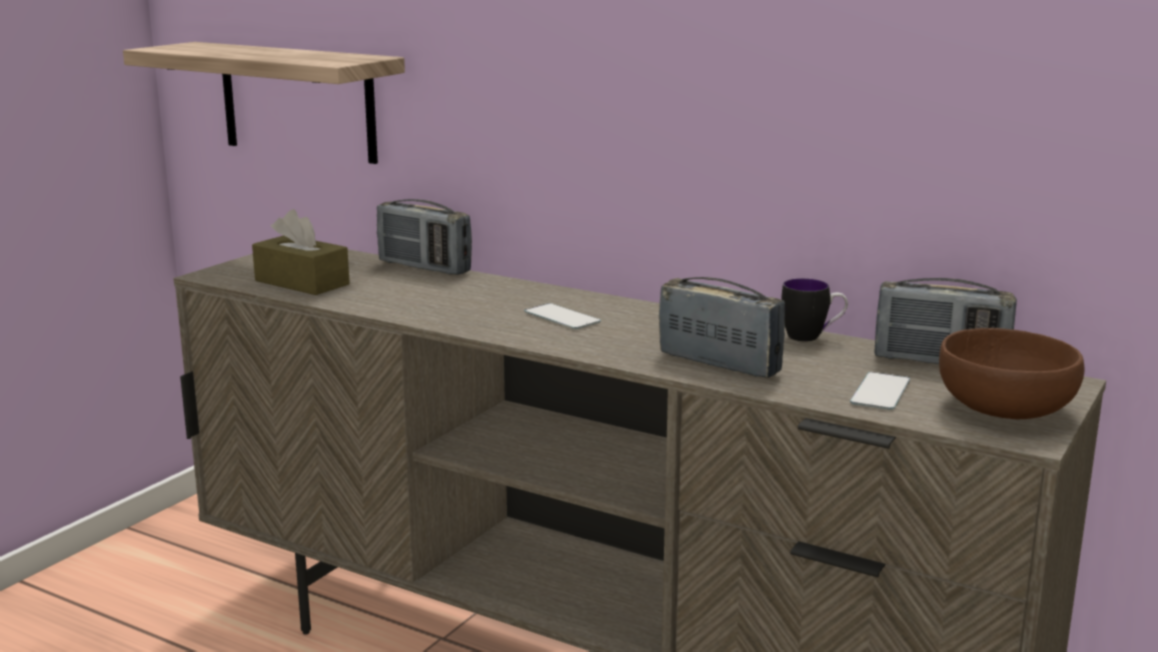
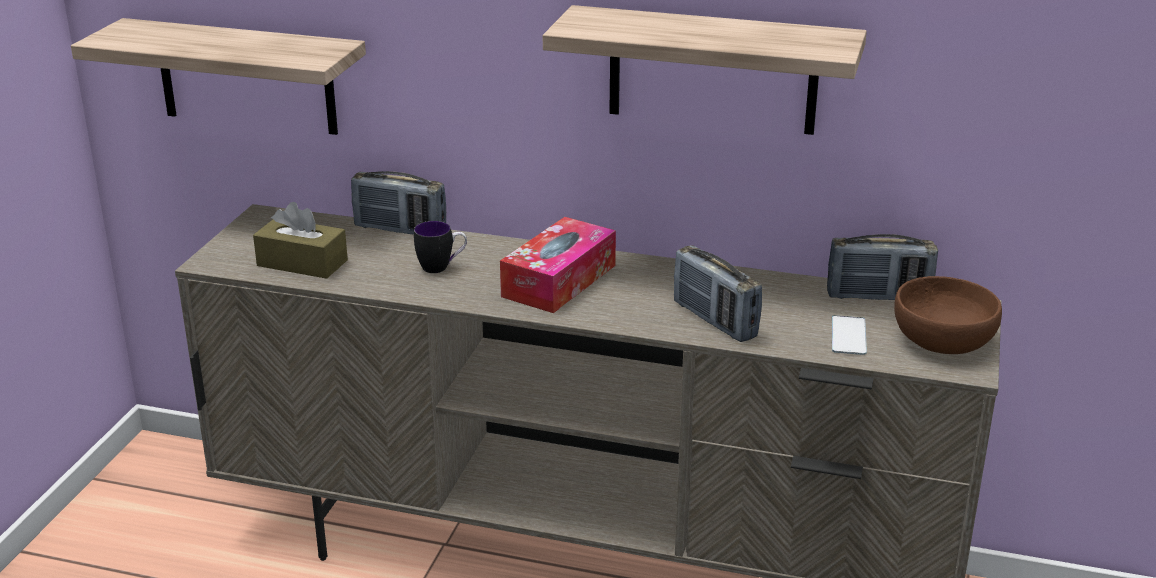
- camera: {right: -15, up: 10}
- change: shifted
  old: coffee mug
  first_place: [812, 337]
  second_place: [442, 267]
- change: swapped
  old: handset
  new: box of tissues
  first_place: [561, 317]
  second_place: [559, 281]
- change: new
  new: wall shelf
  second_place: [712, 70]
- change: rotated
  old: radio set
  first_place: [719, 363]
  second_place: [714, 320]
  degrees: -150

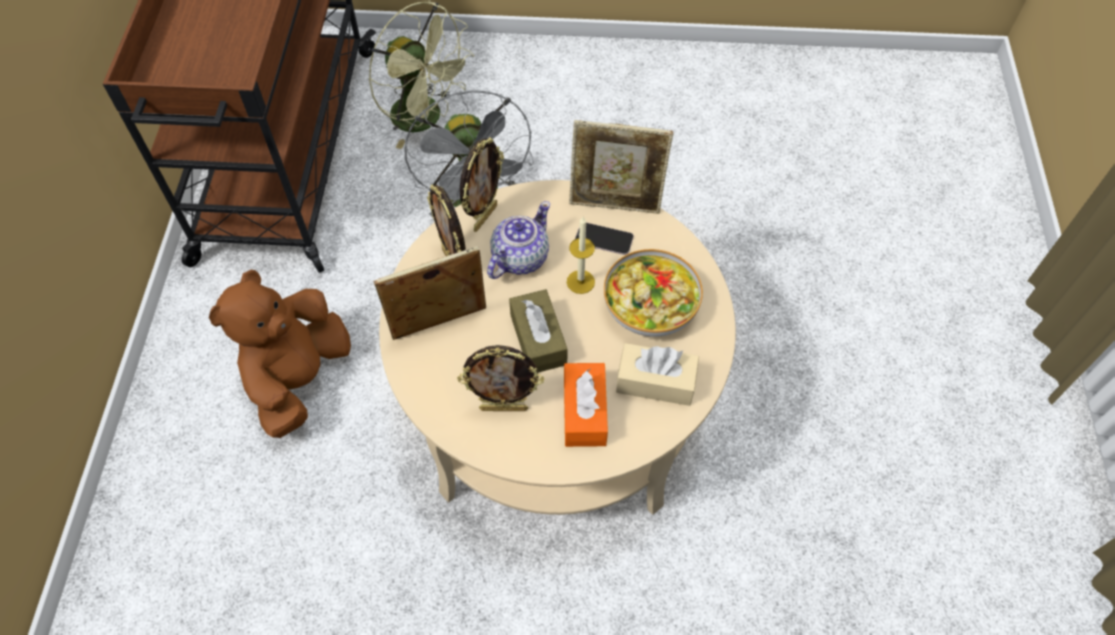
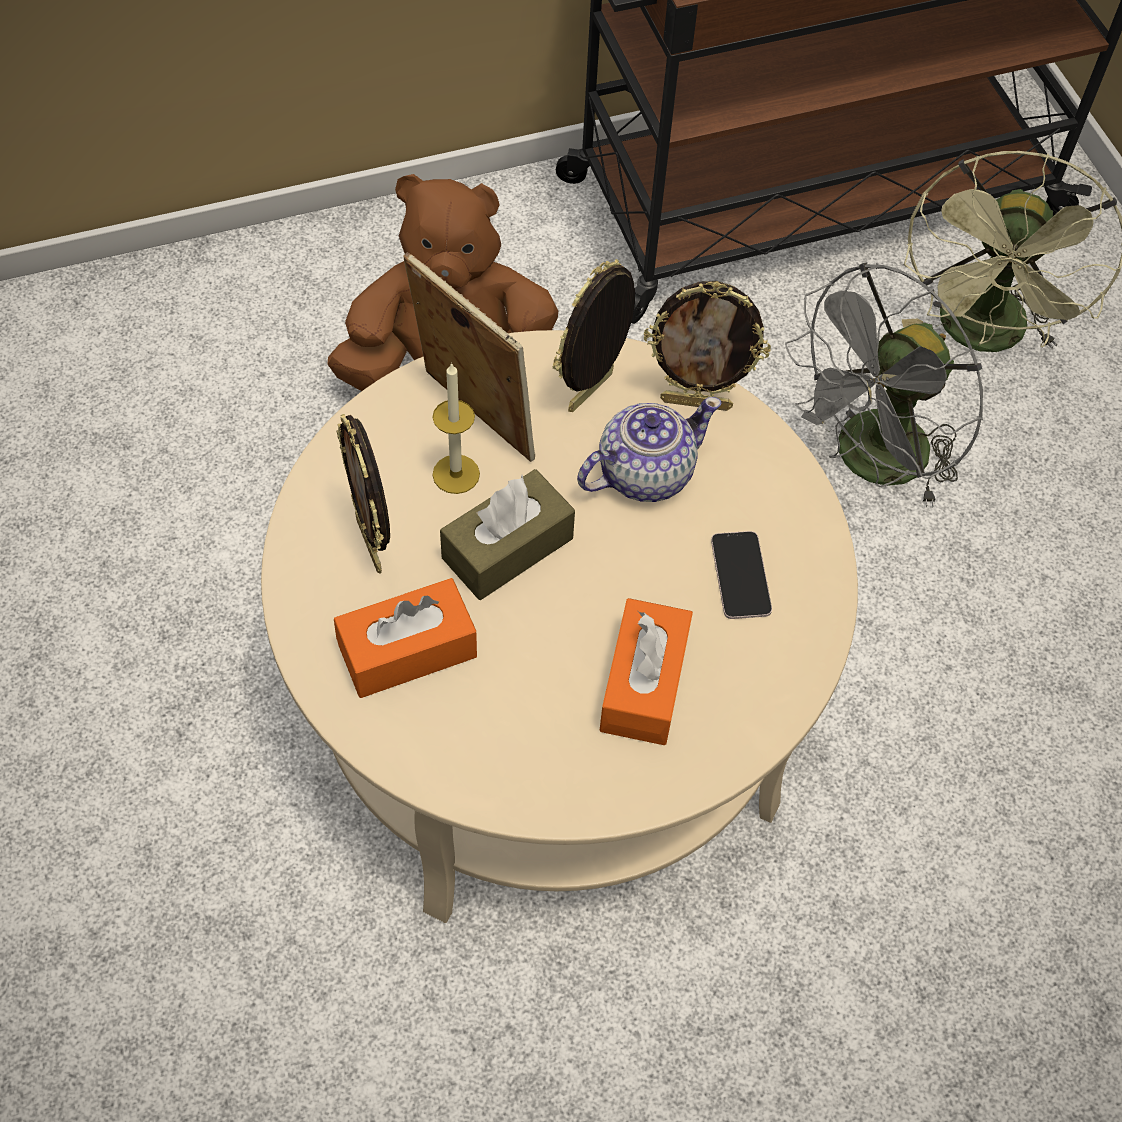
- camera: {right: 65, up: 0}
- change: shifted
  old: wax candle
  first_place: [580, 282]
  second_place: [456, 474]
- change: rotated
  old: tea pot
  first_place: [519, 258]
  second_place: [643, 473]
  degrees: -45
- change: swapped
  old: serving bowl
  new: orange-coloured box of tissues
  first_place: [651, 305]
  second_place: [644, 684]
- change: gone
  old: photo frame
  first_place: [615, 204]
- change: gone
  old: beige-coloured box of tissues
  first_place: [655, 382]

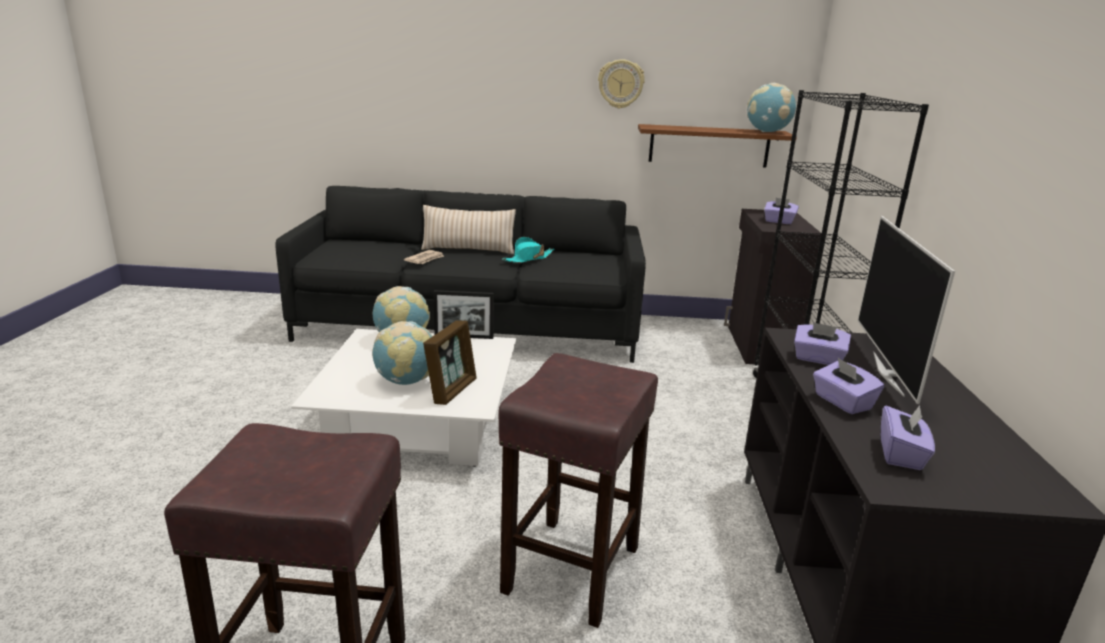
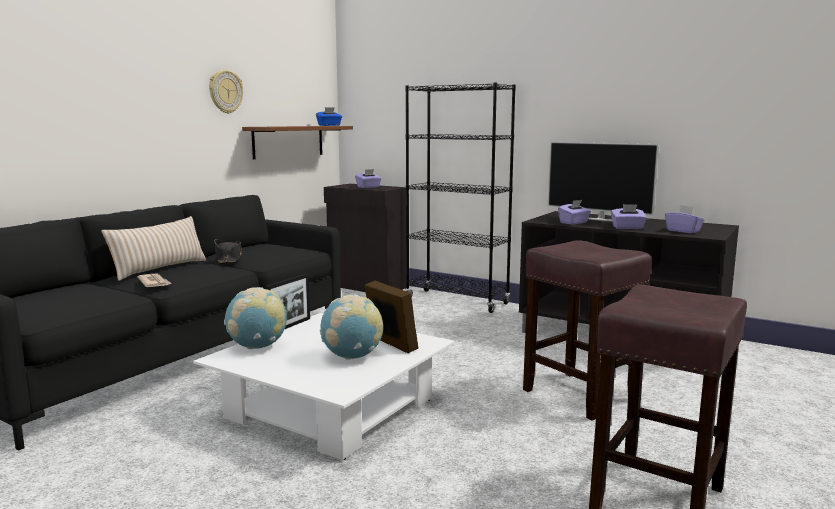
- camera: {right: -60, up: -10}
- change: repainted
  old: blue-green hat
  new: black-coloured hat
  first_place: [528, 259]
  second_place: [228, 259]
- change: swapped
  old: globe
  new: blue-coloured box of tissues
  first_place: [767, 132]
  second_place: [329, 125]

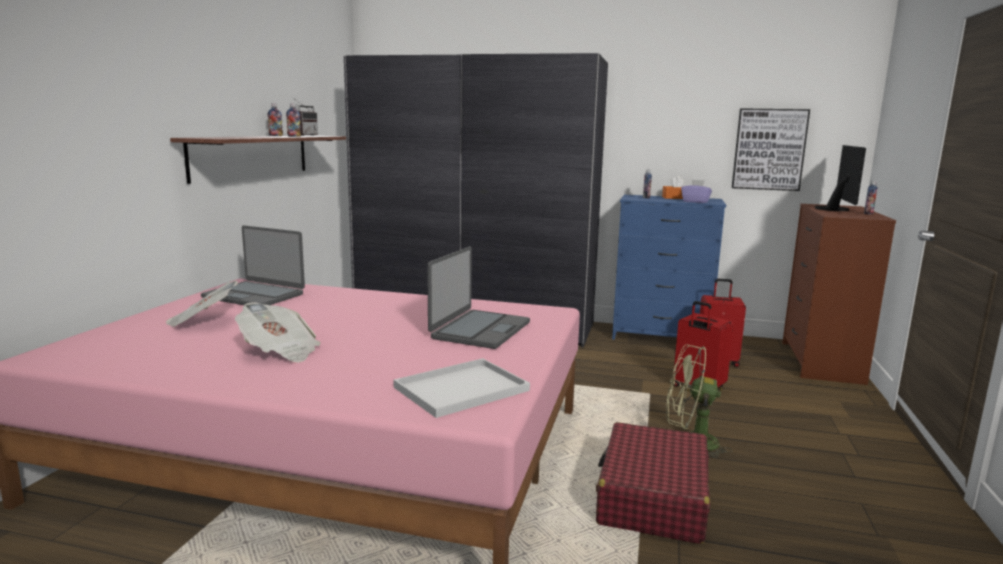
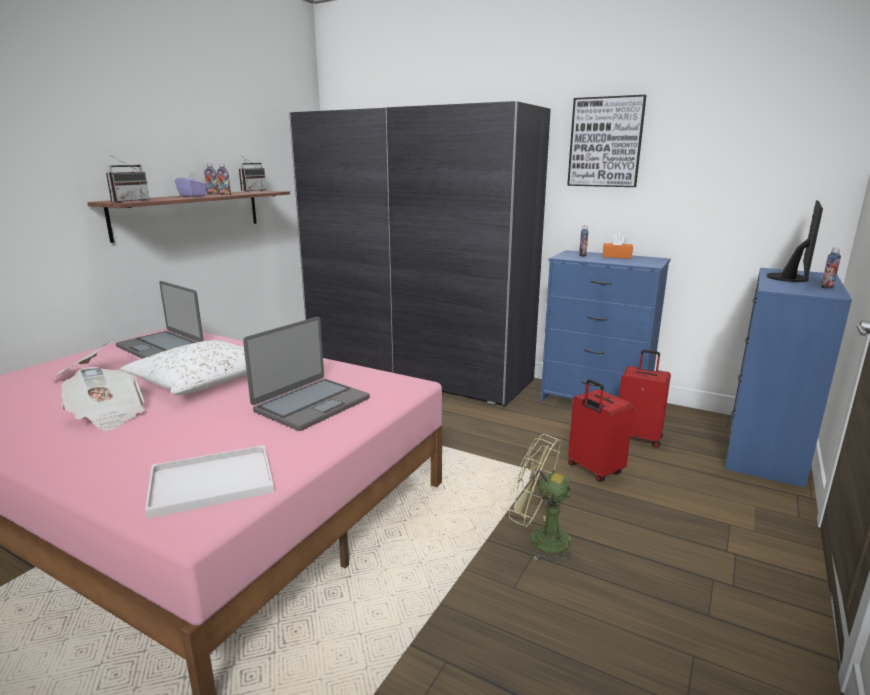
- camera: {right: 15, up: 5}
- change: new
  new: radio set
  second_place: [128, 201]
- change: new
  new: white-coloured pillow
  second_place: [202, 380]
- change: shifted
  old: purple-coloured box of tissues
  first_place: [695, 202]
  second_place: [193, 196]
- change: shifted
  old: wall picture
  first_place: [769, 149]
  second_place: [605, 142]
- change: repainted
  old: brown-coloured drawer chest
  new: blue-coloured drawer chest
  first_place: [820, 362]
  second_place: [763, 450]
- change: gone
  old: red travel case
  first_place: [652, 498]

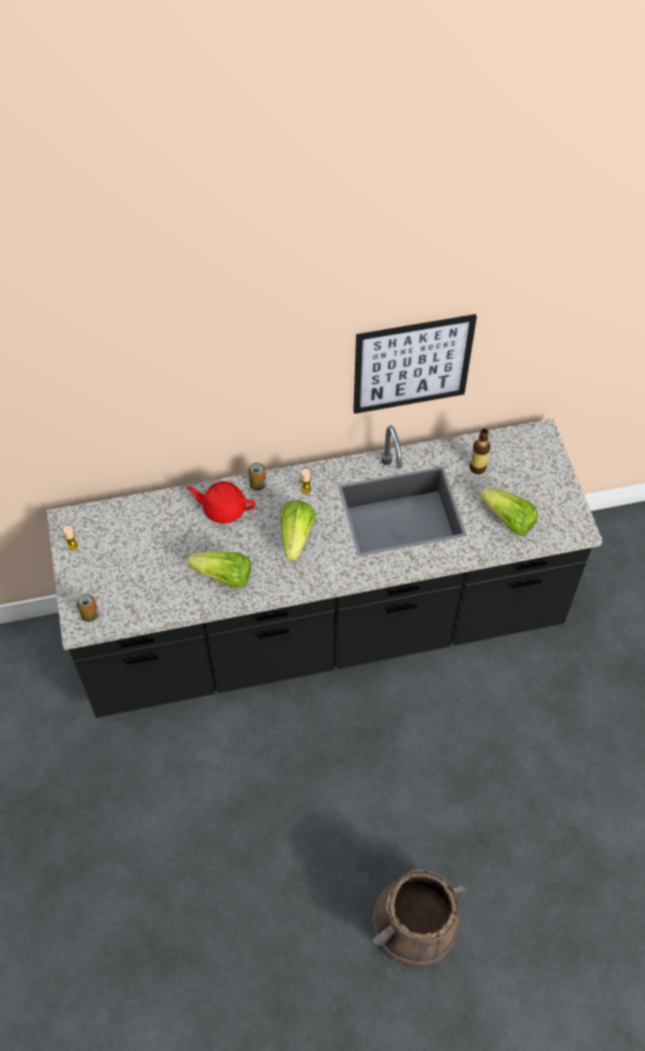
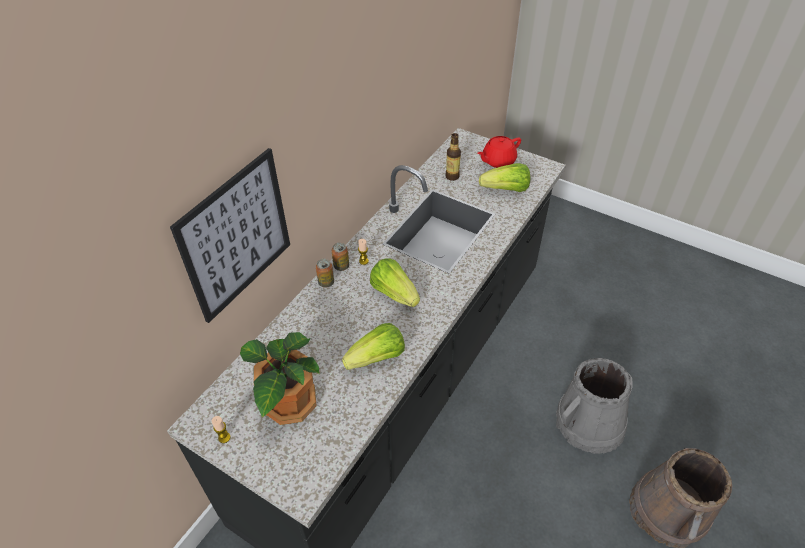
- camera: {right: -45, up: -10}
- change: shifted
  old: wall picture
  first_place: [412, 364]
  second_place: [236, 236]
- change: new
  new: potted plant
  second_place: [288, 405]
- change: shifted
  old: can
  first_place: [90, 615]
  second_place: [341, 266]
- change: shifted
  old: red tea pot
  first_place: [223, 509]
  second_place: [498, 161]
- change: new
  new: gray pail
  second_place: [589, 423]

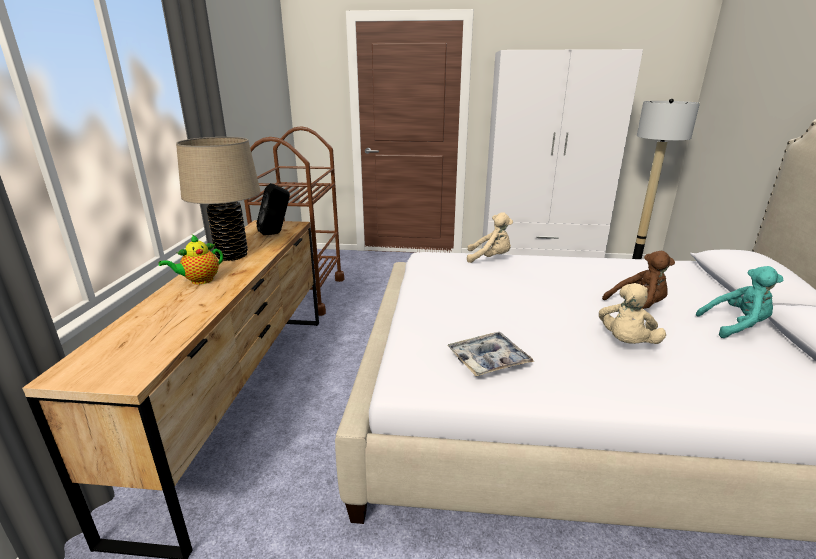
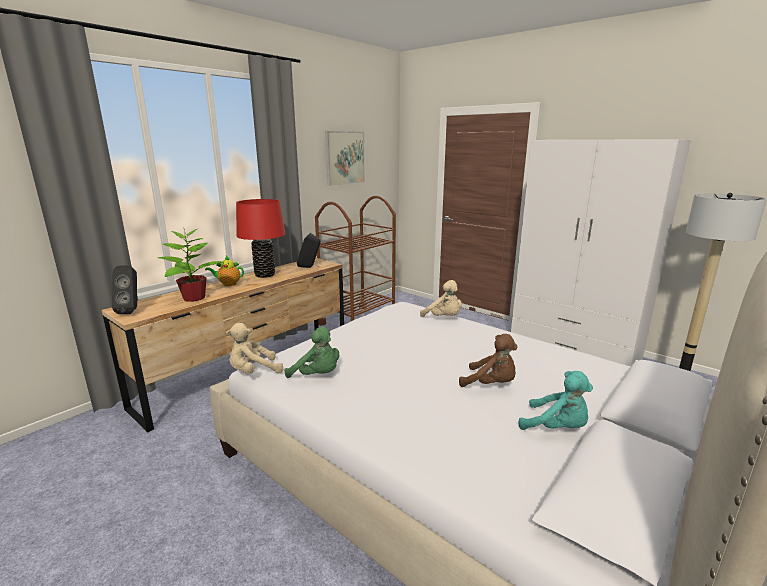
- camera: {right: 35, up: -5}
- change: new
  new: black-coloured loudspeaker
  second_place: [131, 311]
- change: new
  new: potted plant
  second_place: [193, 298]
- change: shifted
  old: beige-coloured soft toy
  first_place: [625, 343]
  second_place: [253, 372]
- change: repainted
  old: beige-coloured table lamp
  new: red table lamp
  first_place: [232, 256]
  second_place: [265, 275]
- change: swapped
  old: tray
  new: green soft toy
  first_place: [488, 360]
  second_place: [317, 375]
- change: new
  new: wall picture
  second_place: [345, 158]

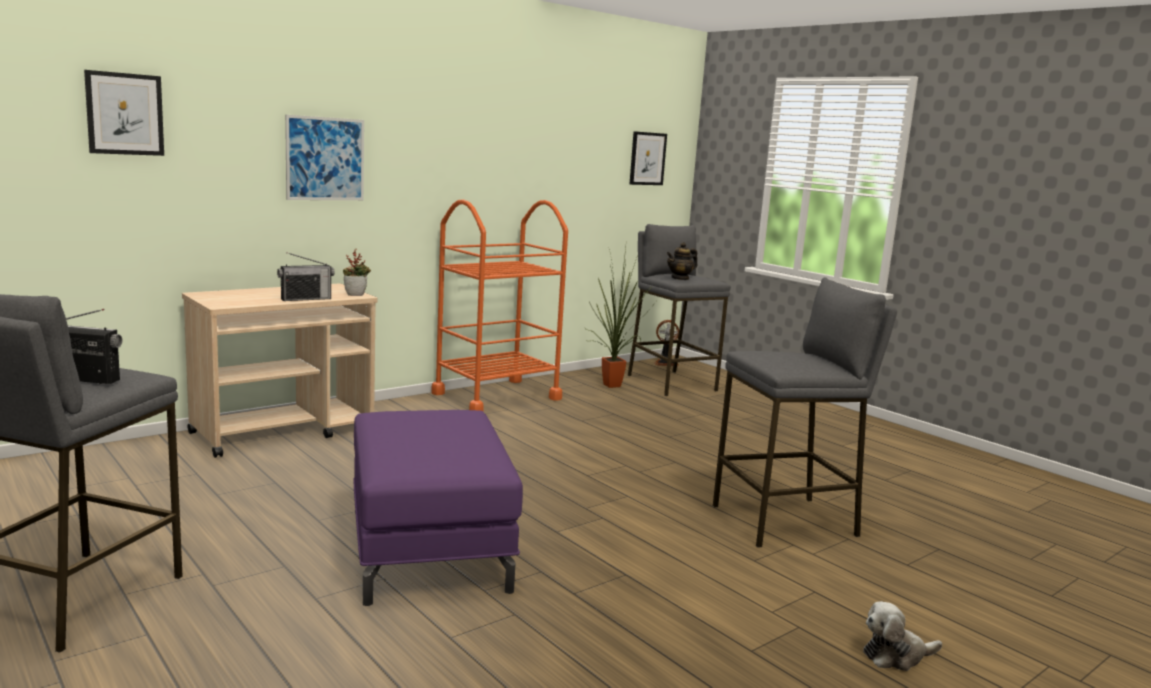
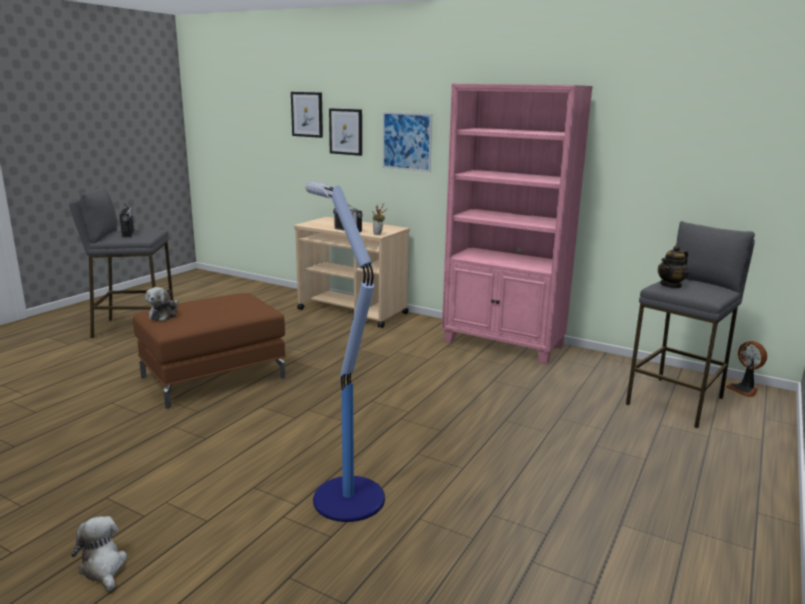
- camera: {right: 70, up: 5}
- change: repainted
  old: purple-coloured ottoman
  new: brown-coloured ottoman
  first_place: [427, 549]
  second_place: [214, 377]
- change: new
  new: soft toy
  second_place: [164, 315]
- change: swapped
  old: gray stool seat
  new: floor lamp
  first_place: [785, 521]
  second_place: [347, 497]
- change: shifted
  old: wall picture
  first_place: [647, 158]
  second_place: [346, 131]
- change: swapped
  old: orange-coloured wheeled cart
  new: pinkish bookcase
  first_place: [496, 396]
  second_place: [503, 344]
- change: rotated
  old: tea pot
  first_place: [680, 278]
  second_place: [671, 285]
  degrees: -75
- change: gone
  old: potted plant
  first_place: [615, 385]

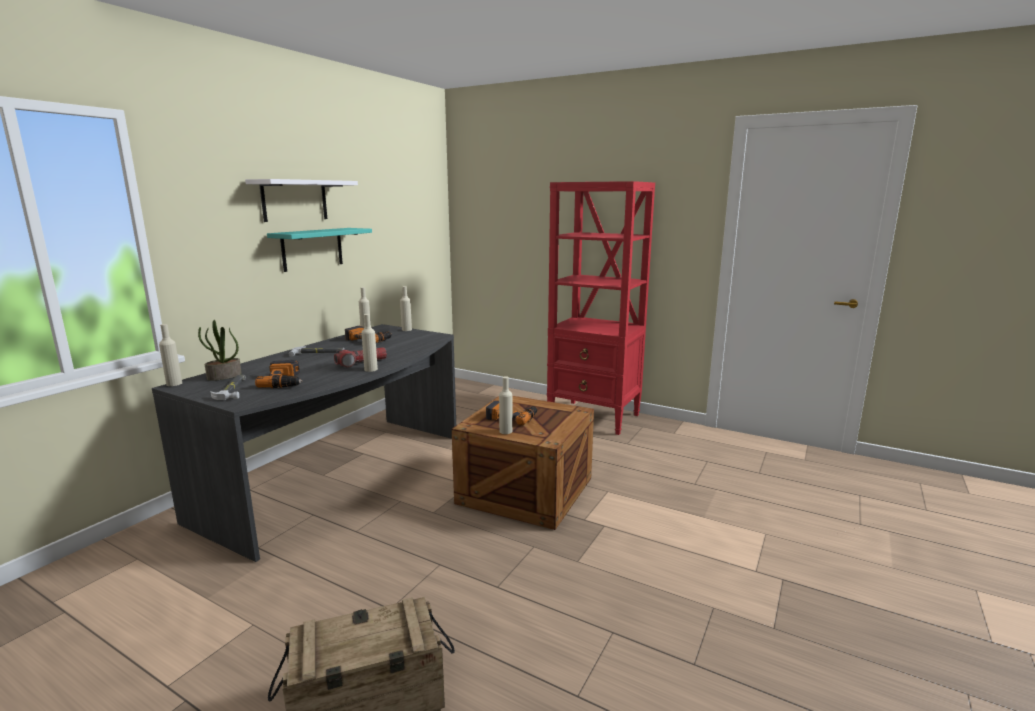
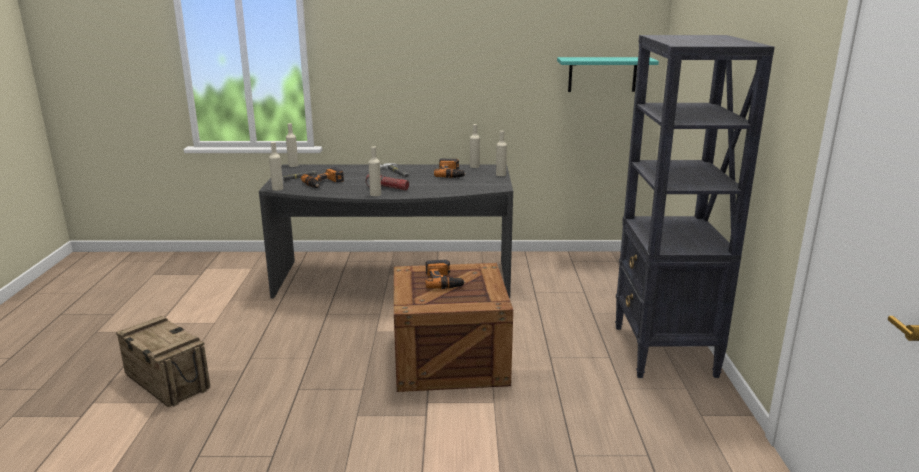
- camera: {right: 60, up: 5}
- change: shifted
  old: beige-coloured drink bottle
  first_place: [505, 431]
  second_place: [277, 189]
- change: shifted
  old: blue-green wall shelf
  first_place: [312, 249]
  second_place: [602, 74]
- change: repainted
  old: red bookcase
  new: black-coloured bookcase
  first_place: [594, 417]
  second_place: [664, 351]
- change: gone
  old: potted plant
  first_place: [224, 376]
- change: gone
  old: white-coloured wall shelf
  first_place: [294, 200]

